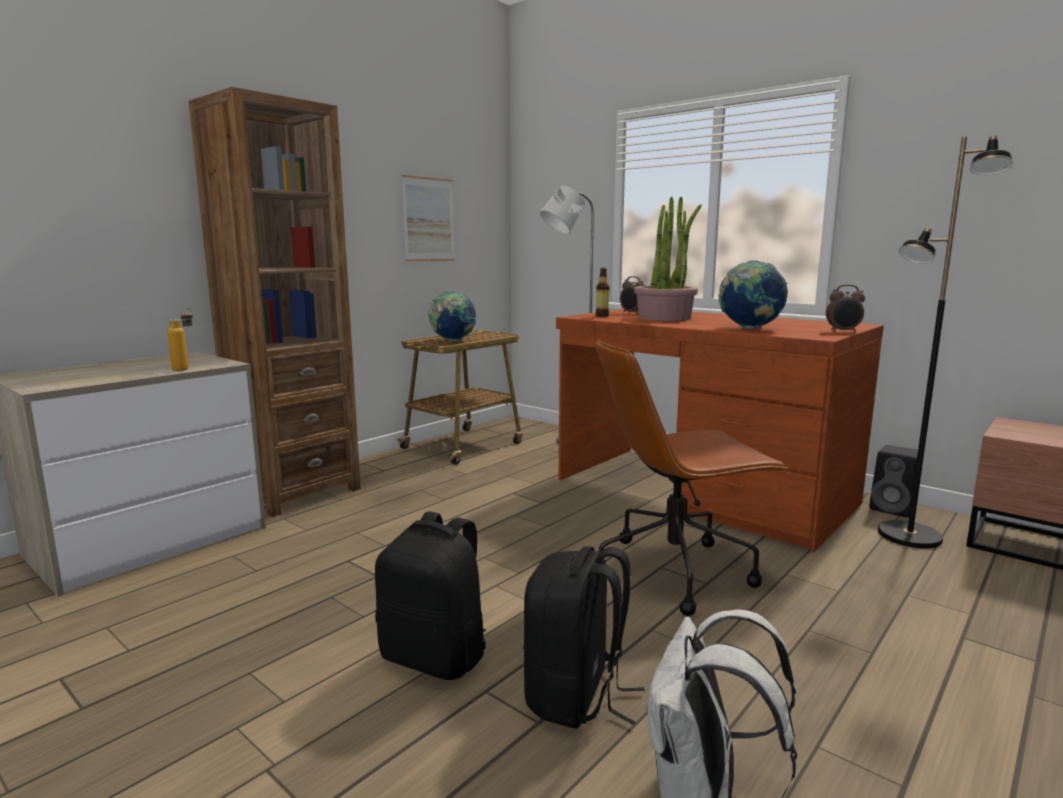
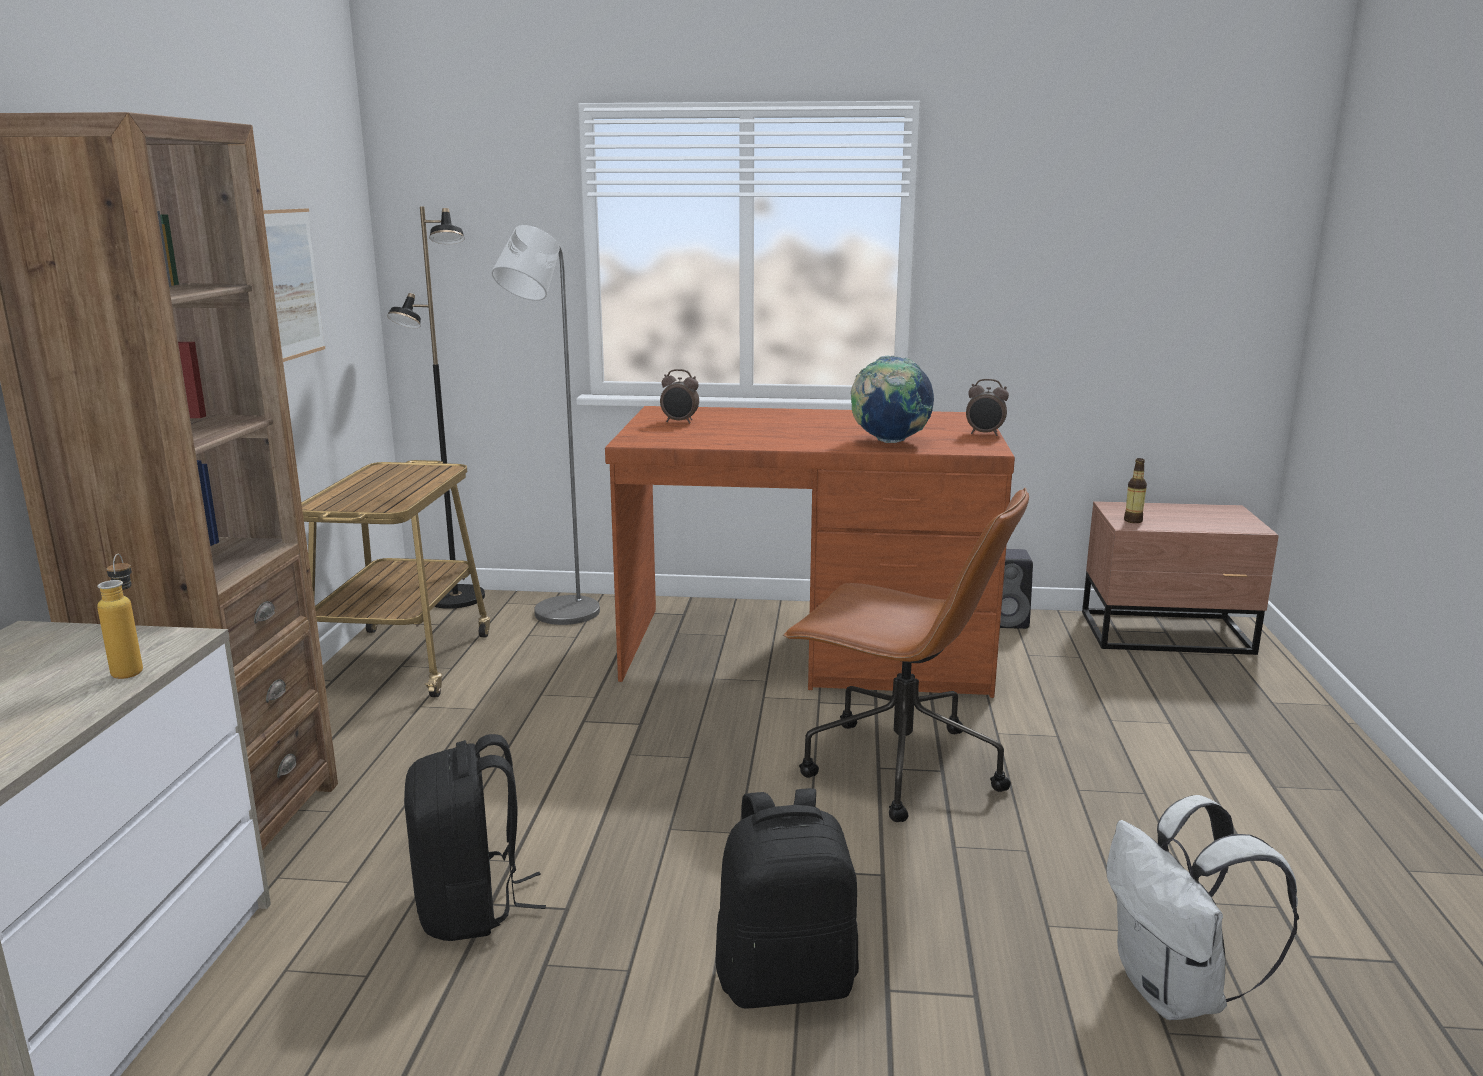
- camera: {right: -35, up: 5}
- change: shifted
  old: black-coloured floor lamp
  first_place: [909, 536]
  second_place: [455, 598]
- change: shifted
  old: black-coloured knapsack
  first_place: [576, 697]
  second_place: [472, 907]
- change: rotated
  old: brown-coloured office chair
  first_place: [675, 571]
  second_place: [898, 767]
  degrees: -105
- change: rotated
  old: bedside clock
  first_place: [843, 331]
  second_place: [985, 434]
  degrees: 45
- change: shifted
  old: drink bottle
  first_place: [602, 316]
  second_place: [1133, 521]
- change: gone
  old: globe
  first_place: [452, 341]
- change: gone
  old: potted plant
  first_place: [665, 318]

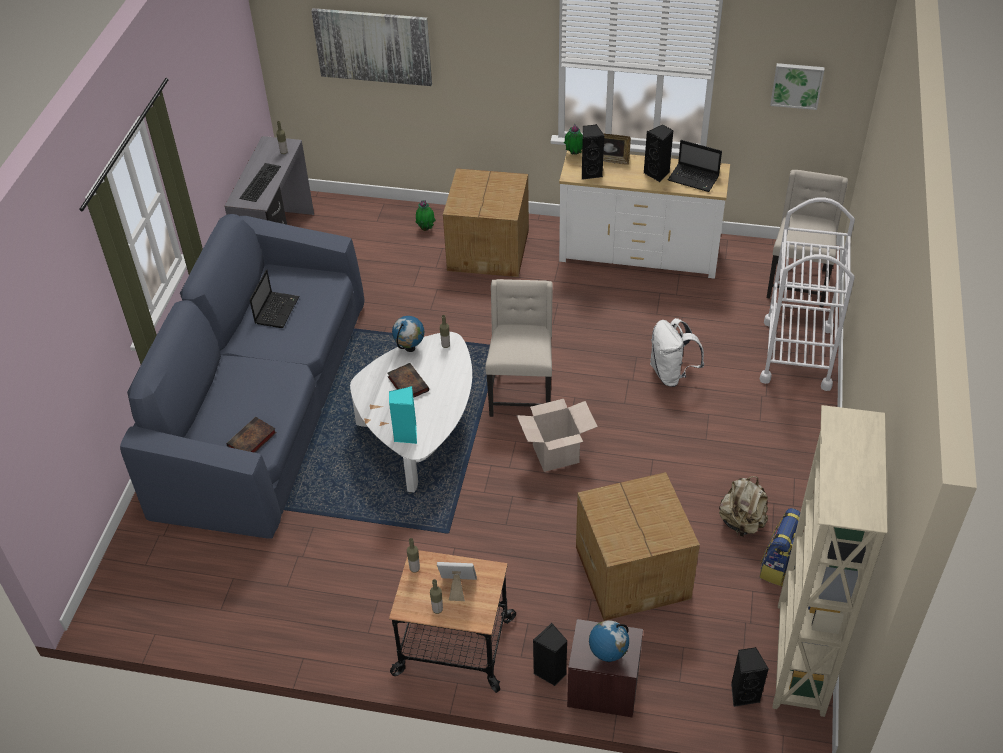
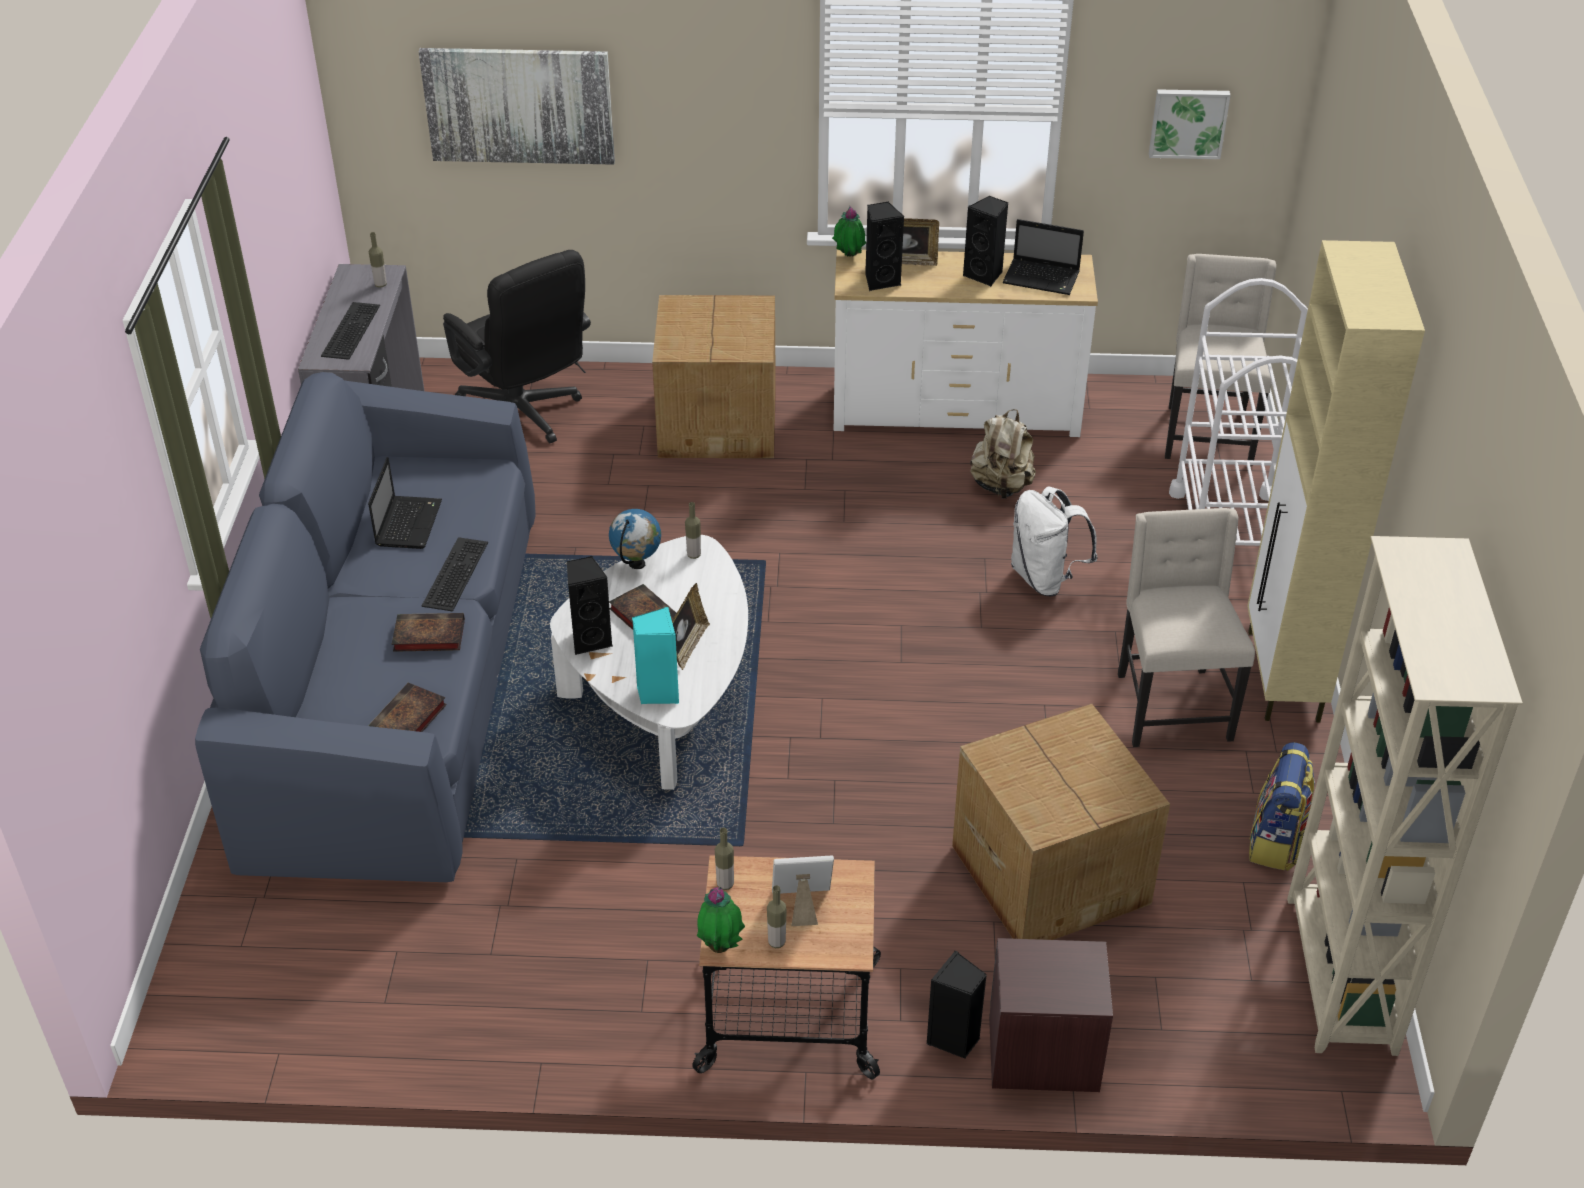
- camera: {right: -10, up: -5}
- change: new
  new: volume
  second_place: [427, 636]
- change: new
  new: keyboard
  second_place: [453, 573]
- change: new
  new: black-coloured office chair
  second_place: [524, 417]
- change: shifted
  old: black-coloured loudspeaker
  first_place: [743, 693]
  second_place: [590, 639]
- change: new
  new: photo frame
  second_place: [688, 646]
- change: shifted
  old: potted plant
  first_place: [426, 228]
  second_place: [721, 946]
- change: shifted
  old: beige-coloured knapsack
  first_place: [742, 522]
  second_place: [1001, 486]
- change: shifted
  old: beige-coloured chair
  first_place: [521, 393]
  second_place: [1170, 706]
- change: new
  new: beige-coloured cupboard
  second_place: [1283, 677]
- change: gone
  old: carton
  first_place: [556, 454]
- change: gone
  old: globe
  first_place: [607, 656]

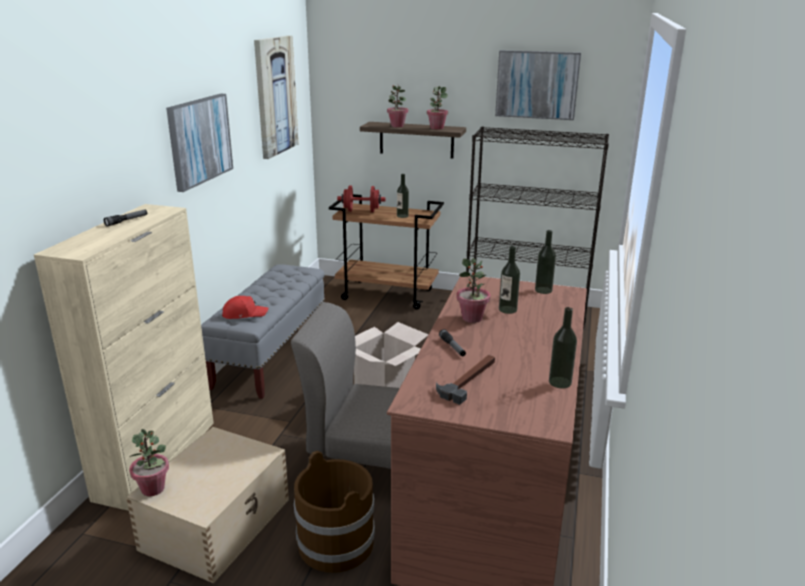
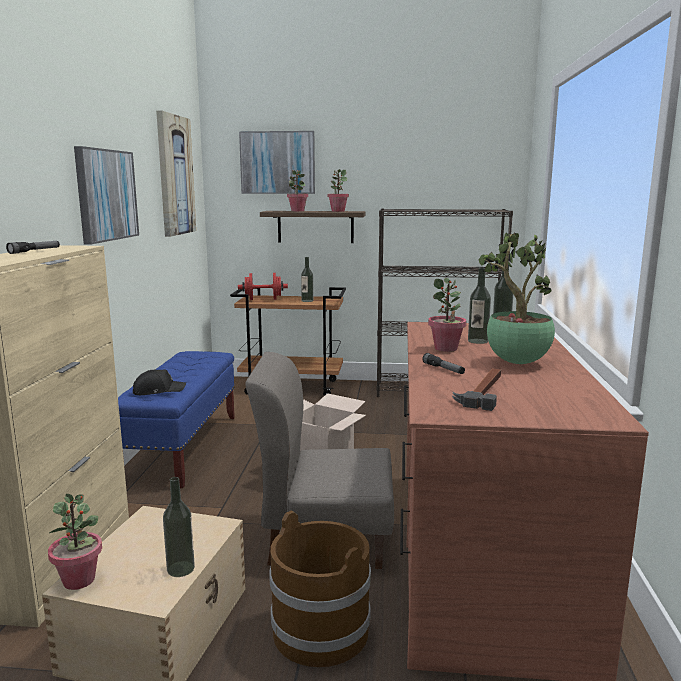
- camera: {right: -10, up: -10}
- change: repainted
  old: gray long seat
  new: blue-coloured long seat
  first_place: [271, 356]
  second_place: [182, 447]
- change: repainted
  old: red cap
  new: black-coloured cap
  first_place: [244, 314]
  second_place: [158, 390]
- change: shifted
  old: drink bottle
  first_place: [560, 382]
  second_place: [180, 569]
- change: shifted
  old: wall picture
  first_place: [537, 85]
  second_place: [277, 162]
- change: new
  new: potted plant
  second_place: [516, 363]

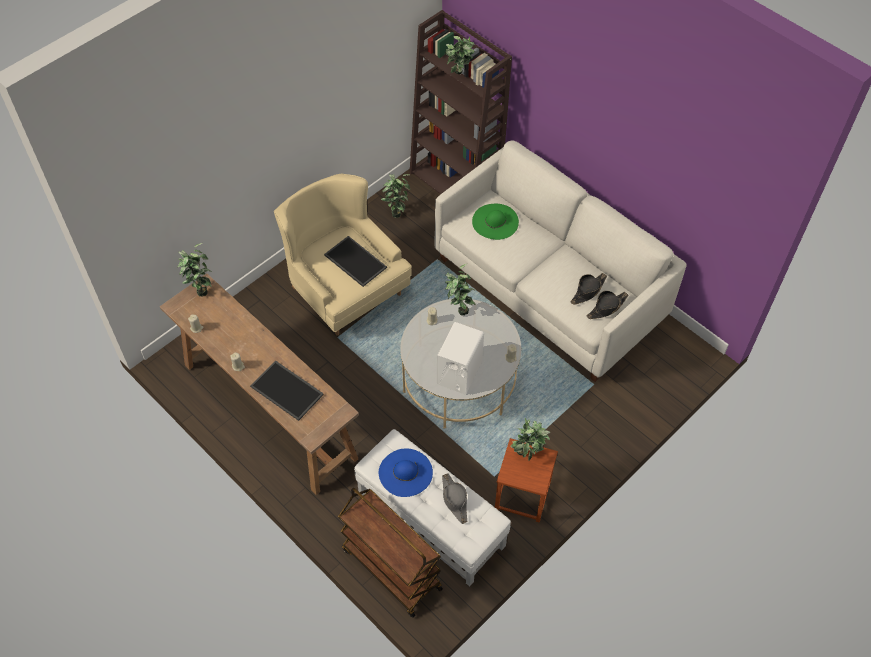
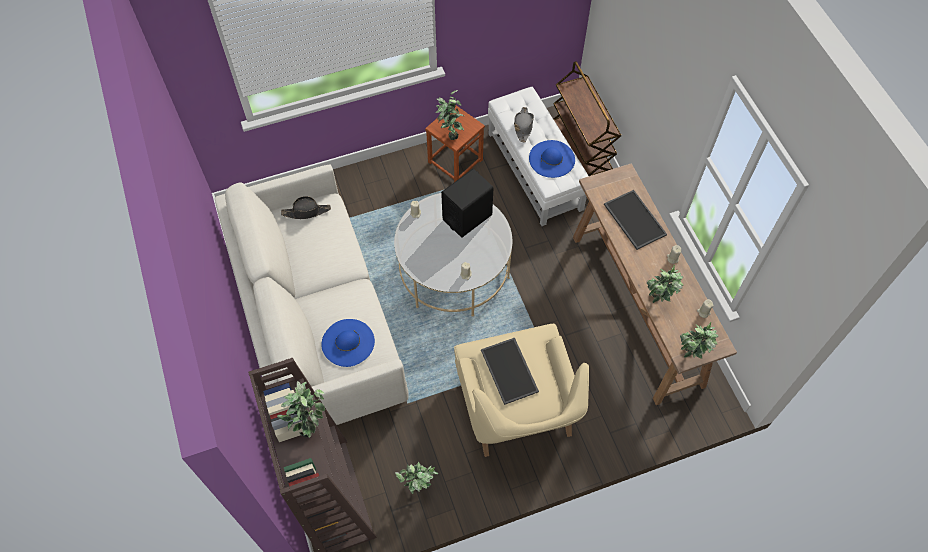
- camera: {right: -155, up: 5}
- change: repainted
  old: green hat
  new: blue-coloured hat
  first_place: [495, 221]
  second_place: [348, 342]
- change: repainted
  old: white-coloured loudspeaker
  new: black-coloured loudspeaker
  first_place: [459, 373]
  second_place: [467, 217]
- change: shifted
  old: potted plant
  first_place: [459, 308]
  second_place: [658, 300]
- change: gone
  old: black-coloured hat
  first_place: [588, 291]

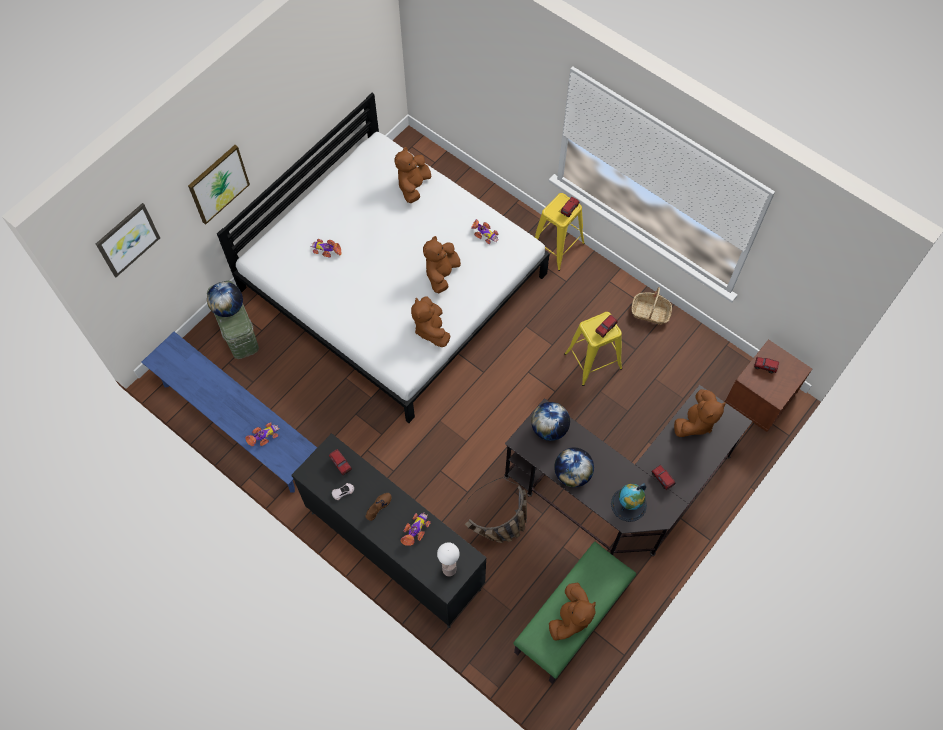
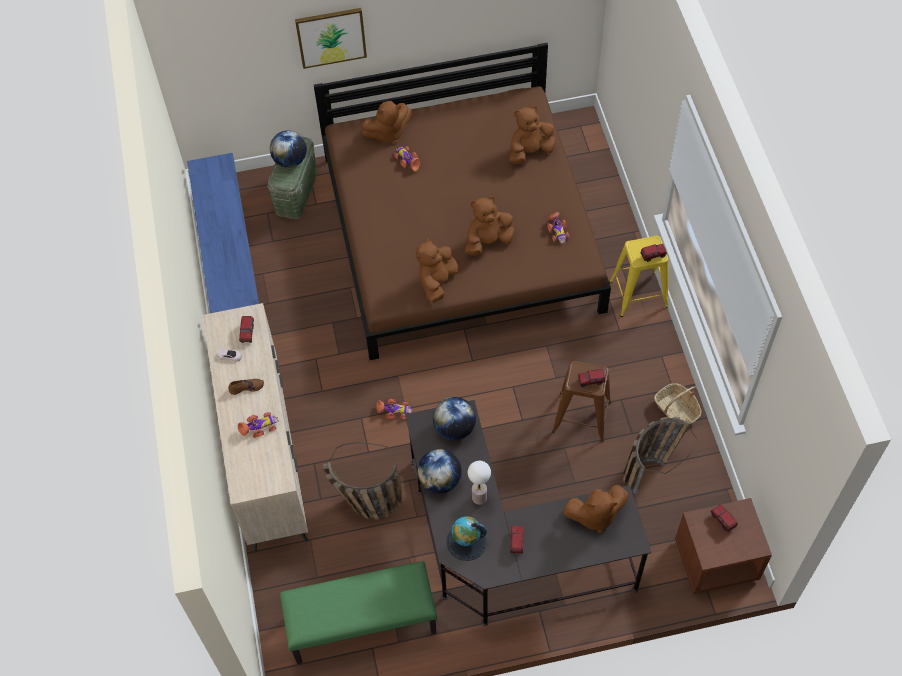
- camera: {right: 40, up: -5}
- change: repainted
  old: black-coloured drawer chest
  new: beige-coloured drawer chest
  first_place: [394, 549]
  second_place: [266, 456]
- change: repainted
  old: white-coloured bedroom bed
  new: brown-coloured bedroom bed
  first_place: [393, 281]
  second_place: [461, 232]
- change: shifted
  old: brown-coloured soft toy
  first_place: [570, 618]
  second_place: [388, 133]
- change: shifted
  old: toy car
  first_place: [263, 436]
  second_place: [394, 411]
- change: shifted
  old: table lamp
  first_place: [449, 569]
  second_place: [479, 498]
- change: repainted
  old: yellowish stool seat
  new: brown-coloured stool seat
  first_place: [593, 361]
  second_place: [581, 417]
- change: new
  new: household basket
  second_place: [651, 468]
- change: gone
  old: wall picture
  first_place: [127, 239]

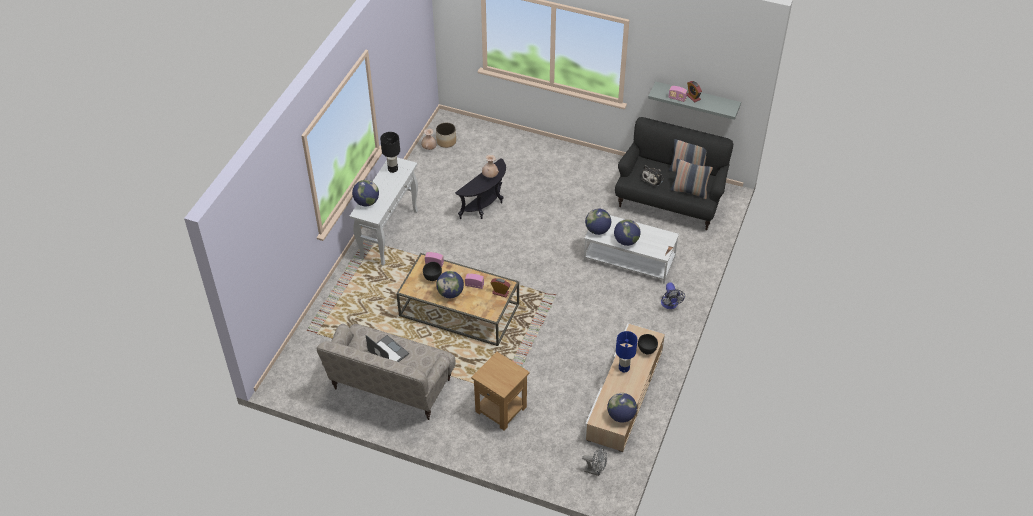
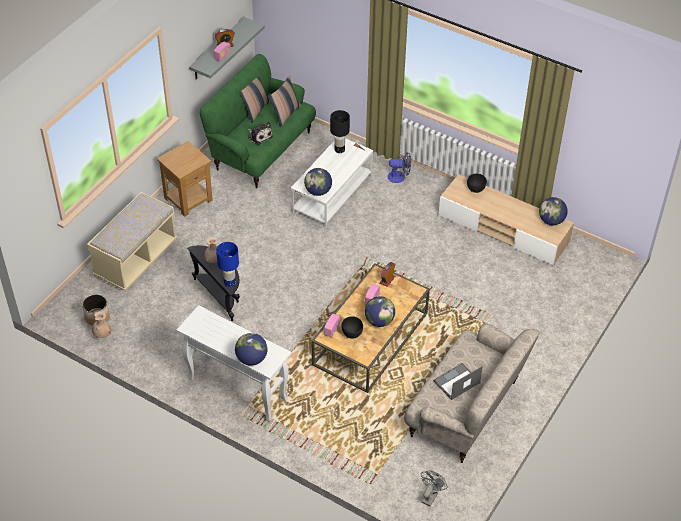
- camera: {right: -80, up: 0}
- change: new
  new: beige-coloured long seat
  second_place: [136, 259]
- change: shifted
  old: brown-coloured accent table
  first_place: [501, 409]
  second_place: [188, 199]
- change: repainted
  old: black-coloured couch
  new: green couch
  first_place: [669, 201]
  second_place: [261, 150]
- change: shifted
  old: blue-coloured table lamp
  first_place: [624, 368]
  second_place: [230, 282]
- change: shifted
  old: black-coloured table lamp
  first_place: [393, 169]
  second_place: [340, 150]
- change: shifted
  old: gray cooling fan
  first_place: [595, 471]
  second_place: [430, 496]
- change: gone
  old: globe
  first_place: [626, 241]

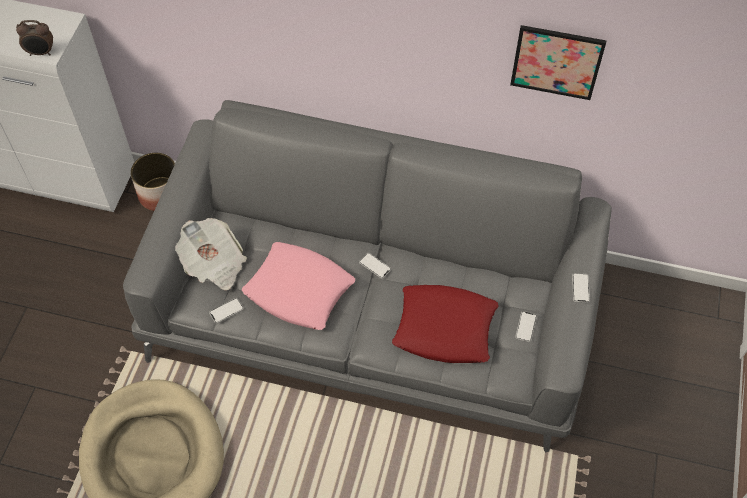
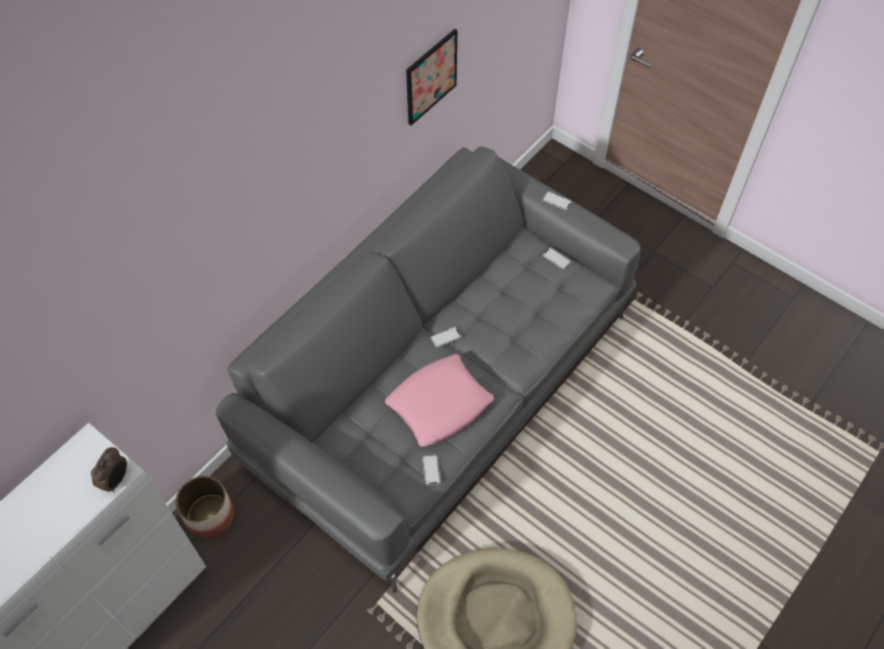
- camera: {right: -65, up: 0}
- change: gone
  old: daily paper
  first_place: [214, 264]
- change: gone
  old: red pillow
  first_place: [445, 328]

